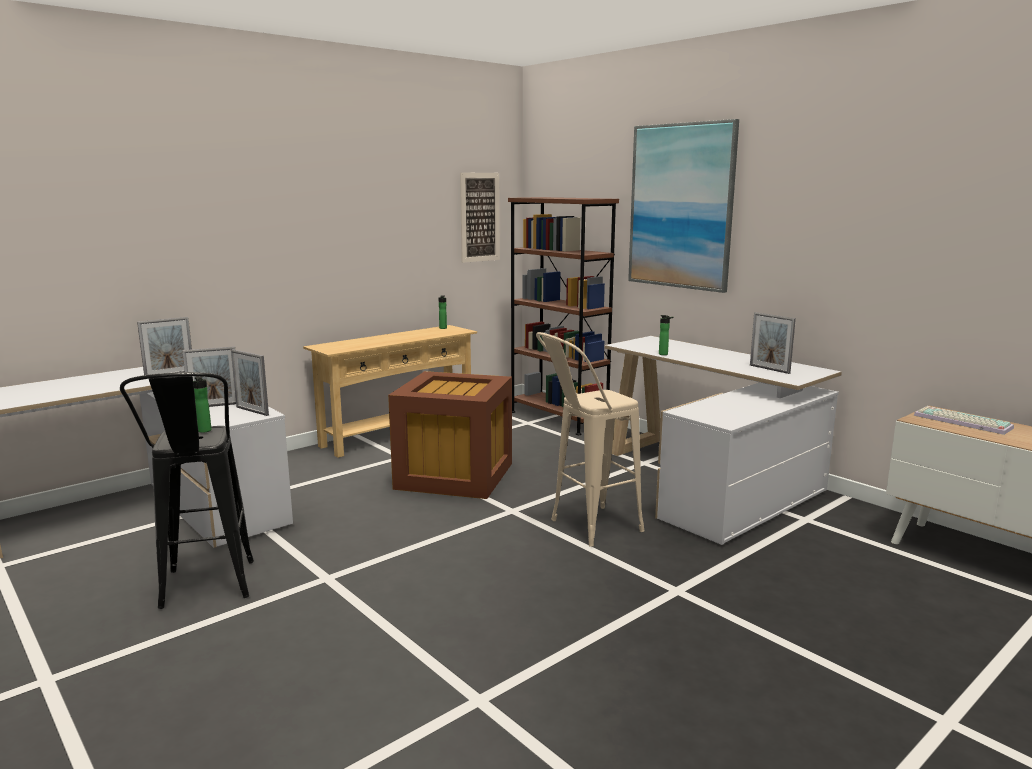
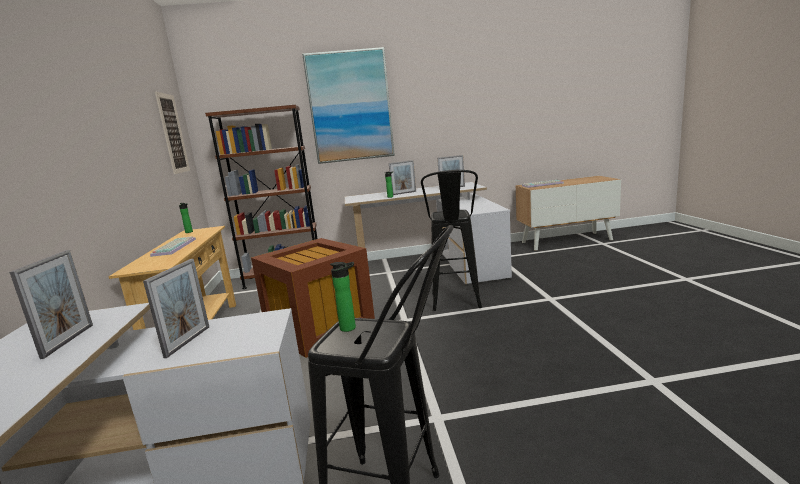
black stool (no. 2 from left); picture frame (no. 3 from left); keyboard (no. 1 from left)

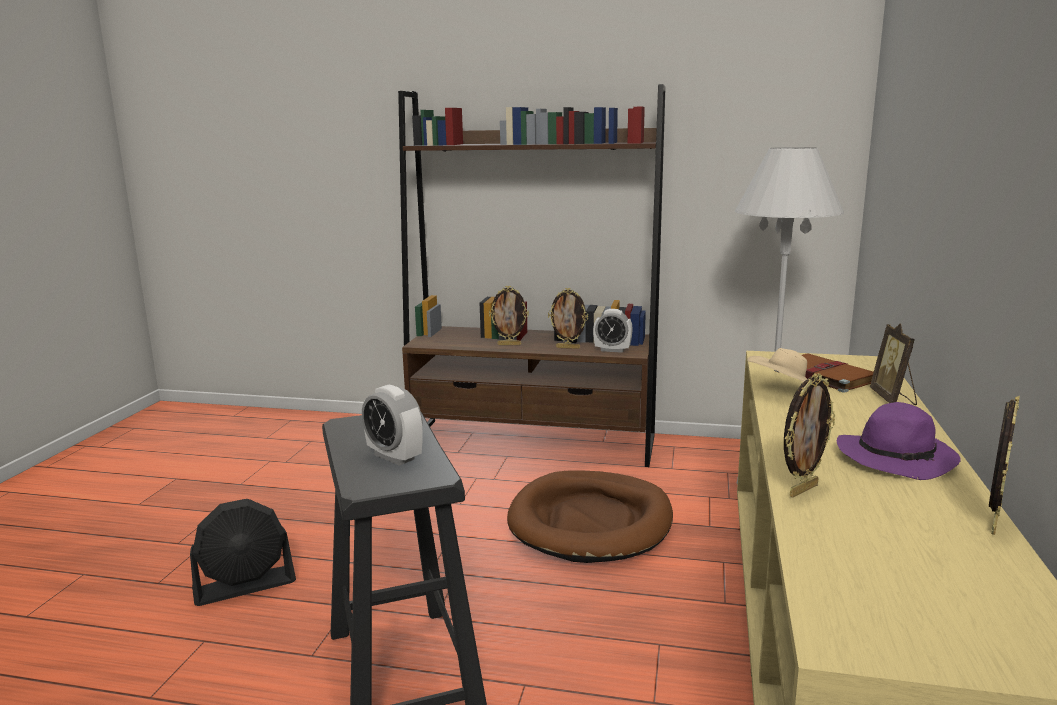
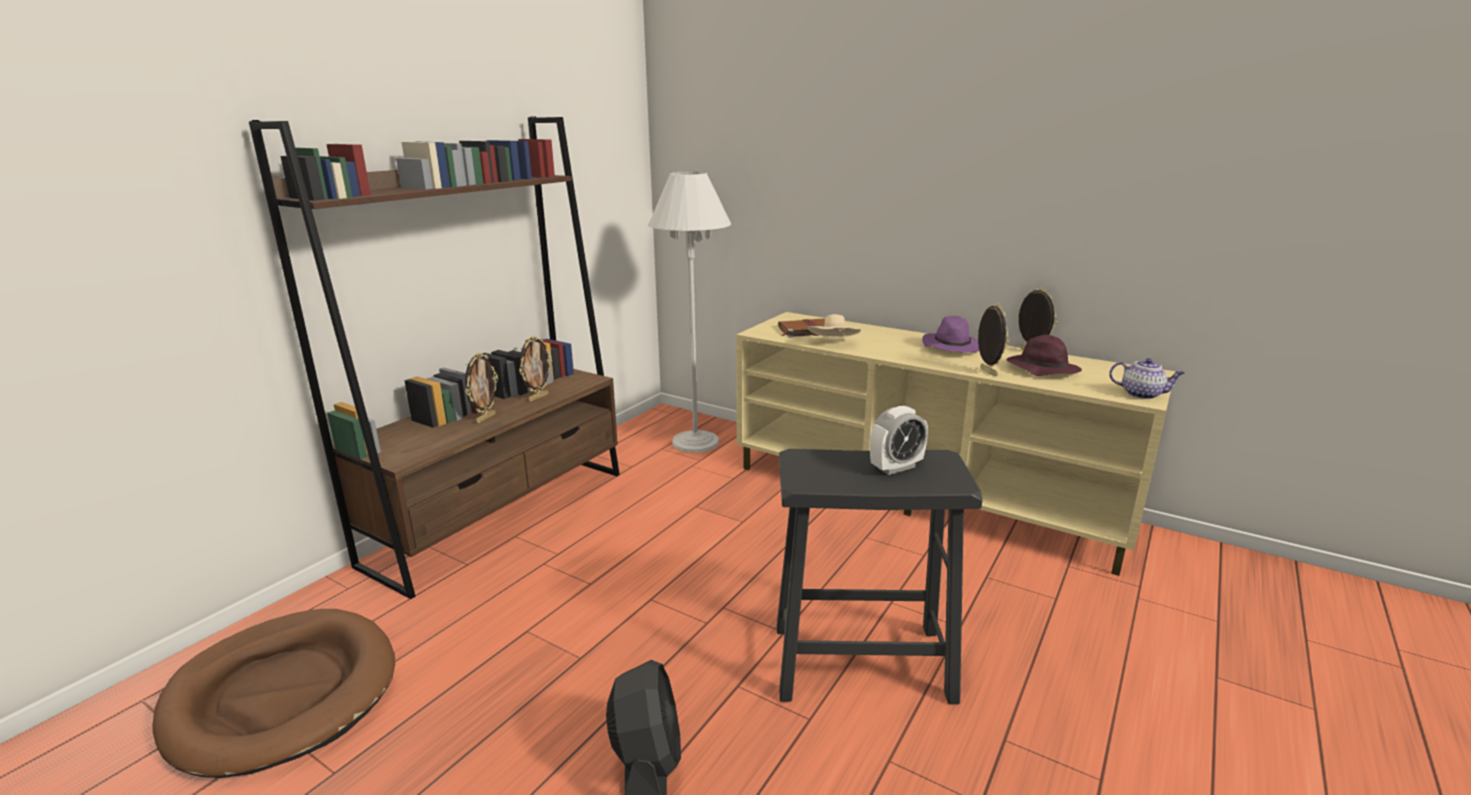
alarm clock (no. 2 from left in the first image); picture frame (no. 4 from left in the first image); brown dog bed; purple hat (no. 2 from left); teapot

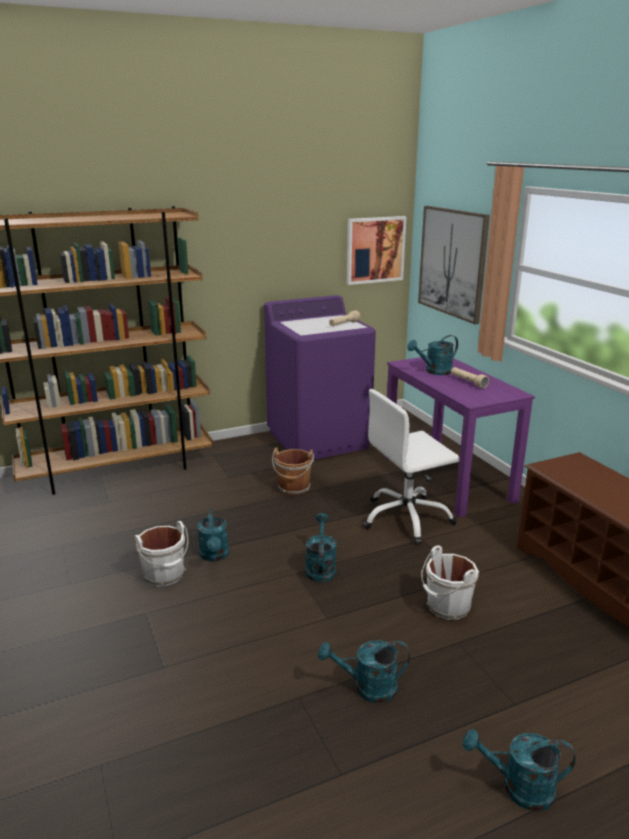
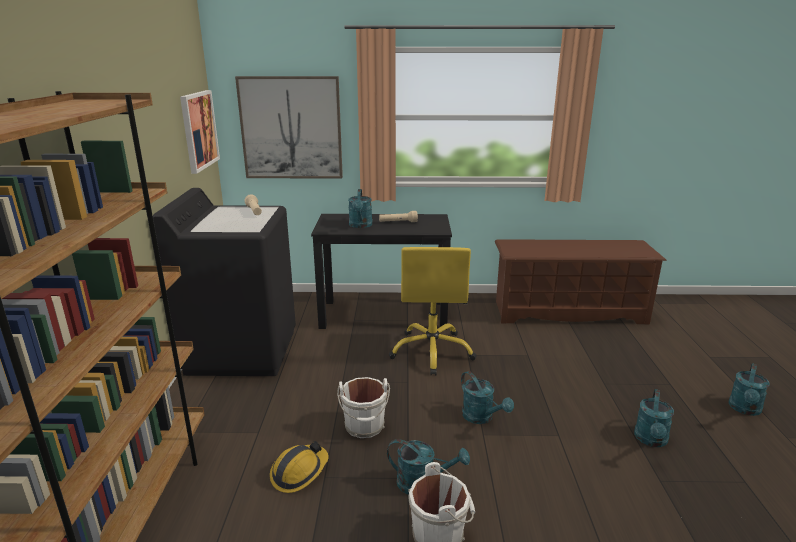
black washing machine; black desk; yellow office chair; brown bucket; turquoise watering can (no. 3 from left); white bucket (no. 1 from left); hard hat

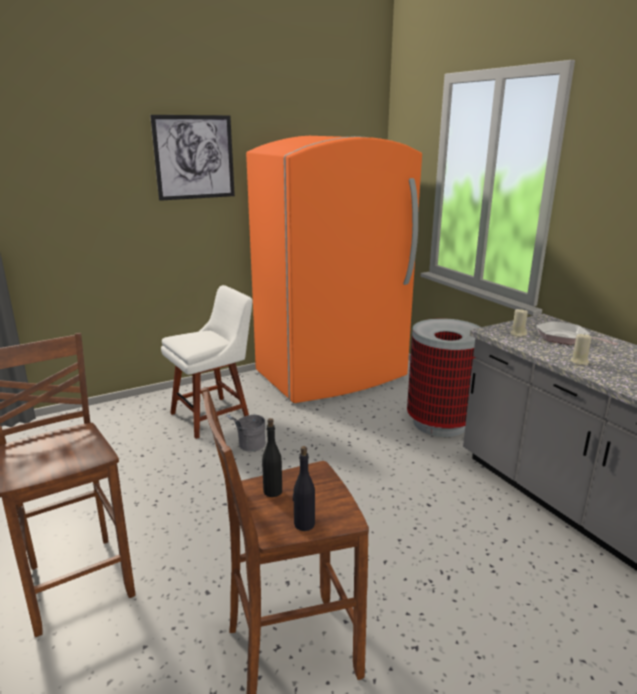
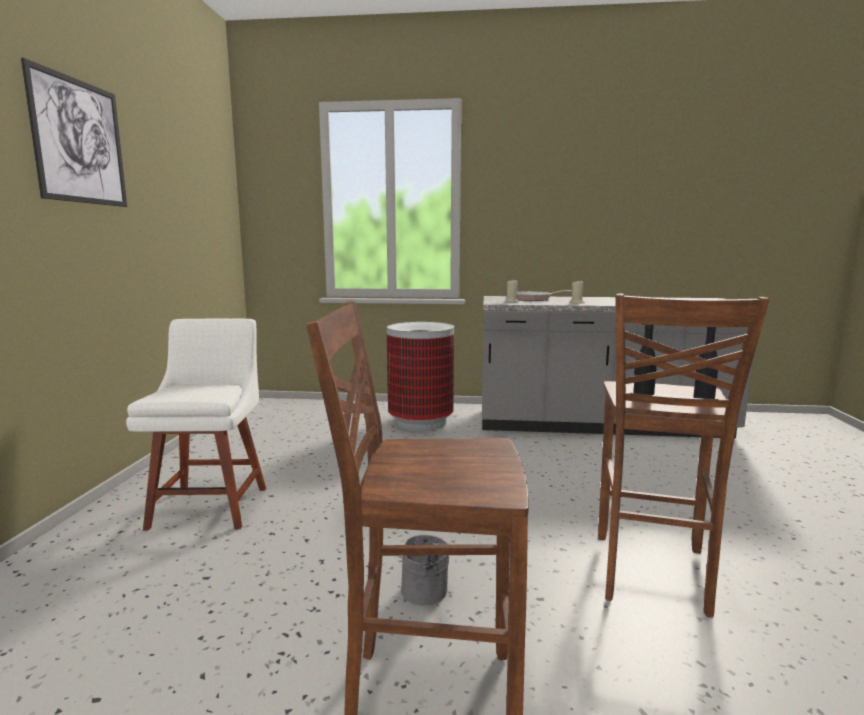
orange fridge; grey bucket

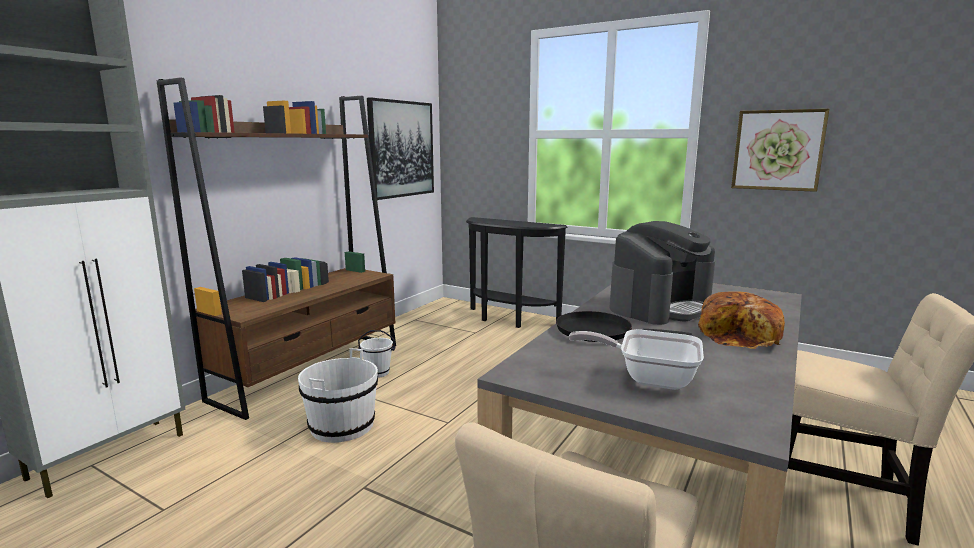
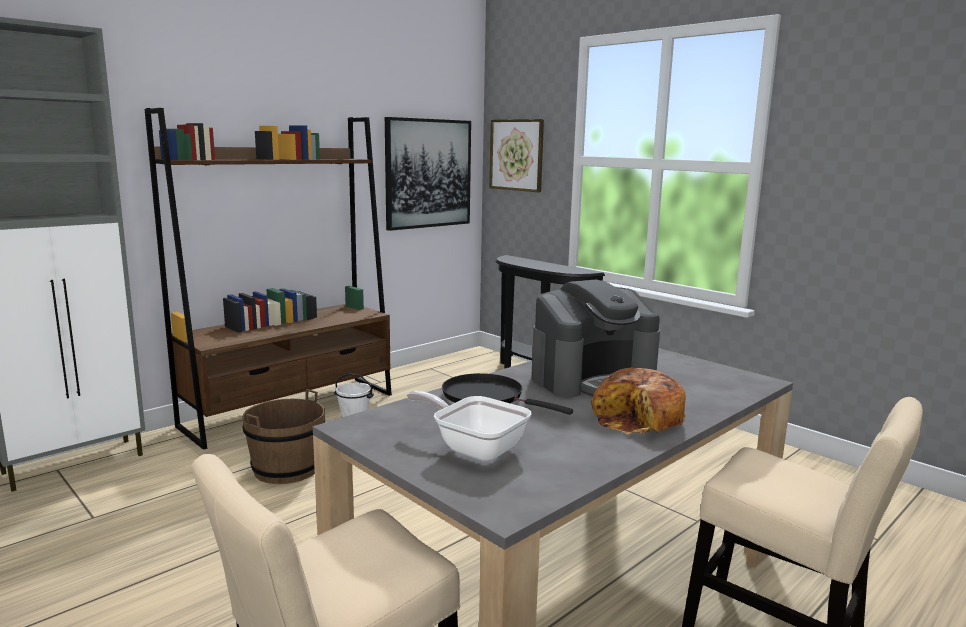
picture (no. 2 from left); brown bucket

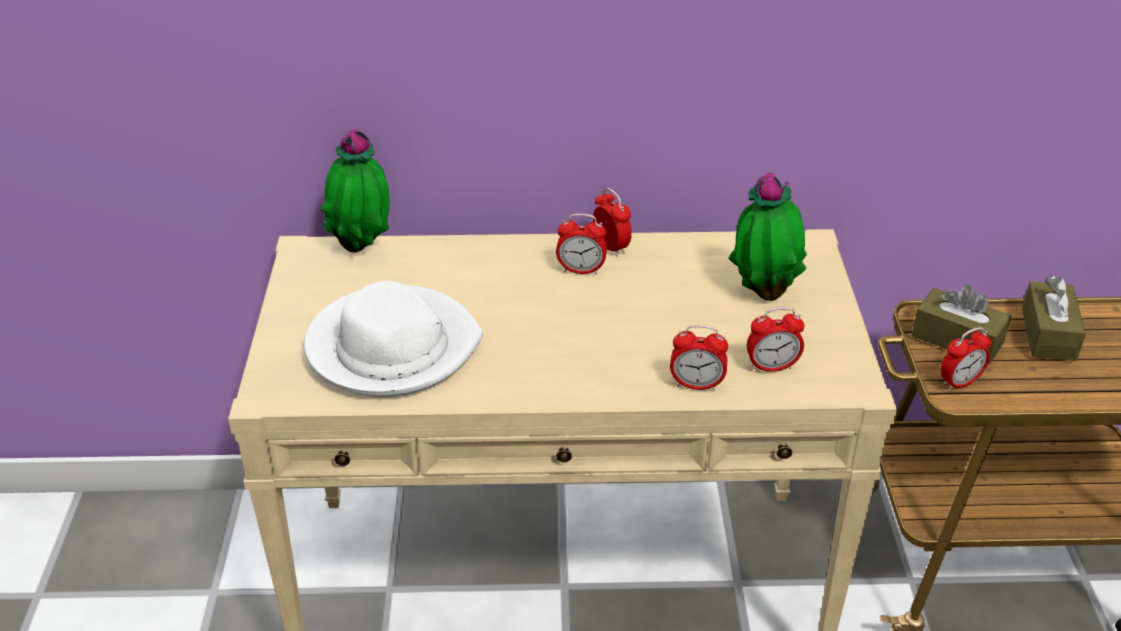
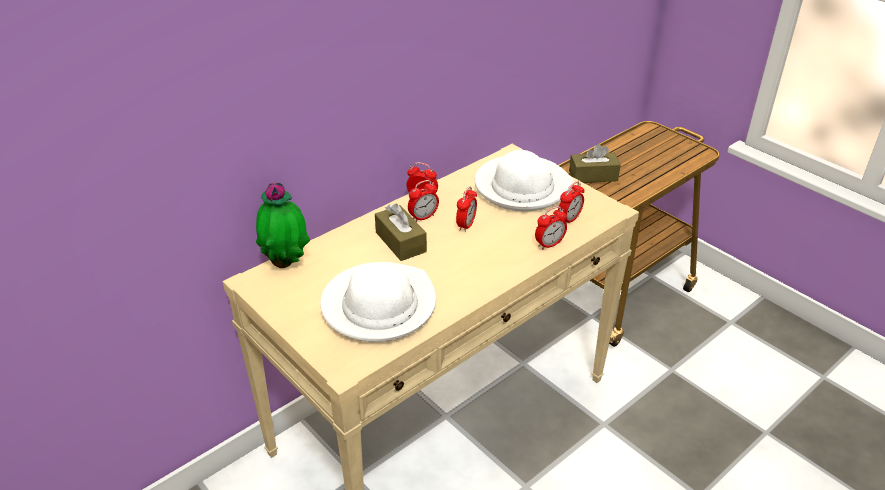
white hat (no. 2 from left); brown tissue box (no. 1 from left); alarm clock (no. 3 from left)

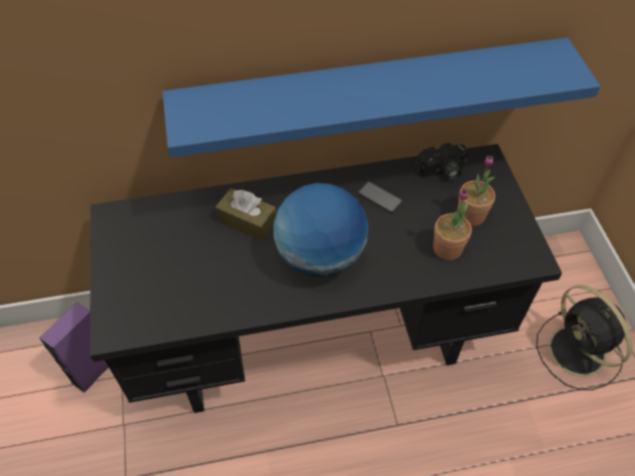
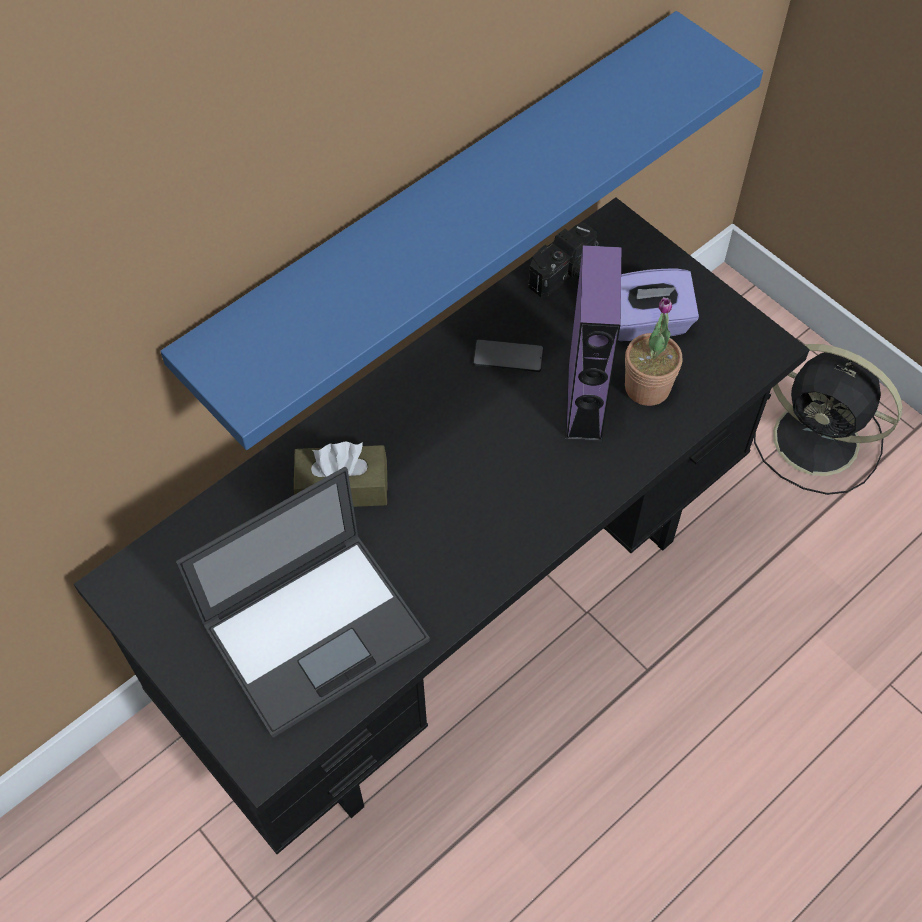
purple tissue box; globe; purple speaker; laptop

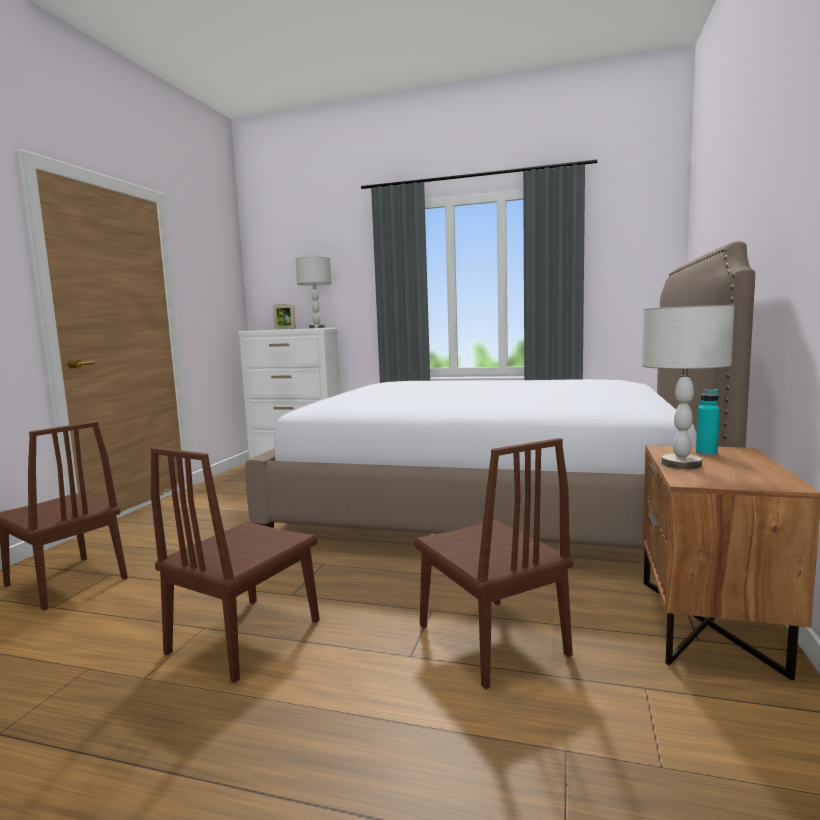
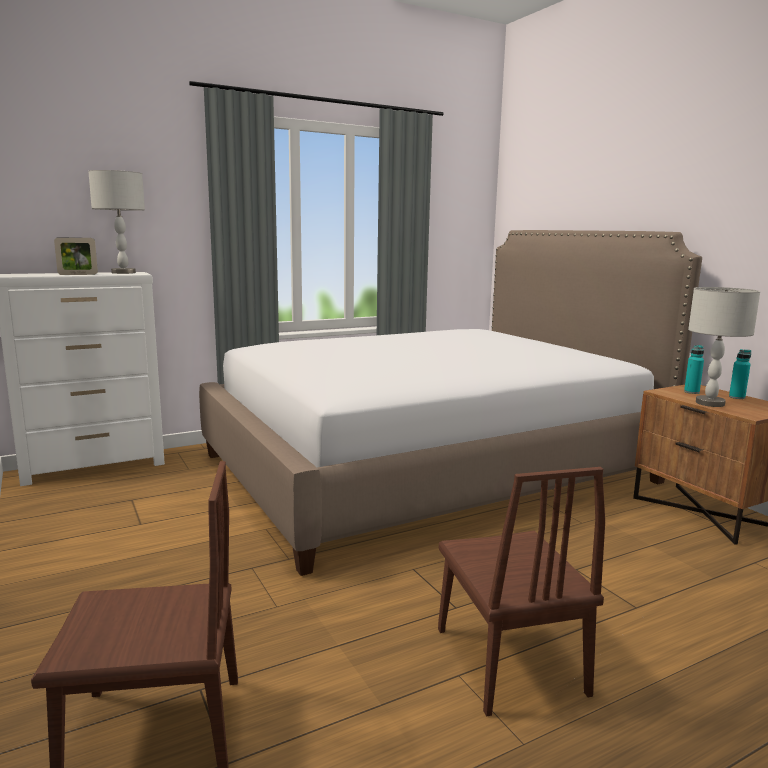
brown chair (no. 3 from left in the first image); turquoise bottle (no. 2 from left)

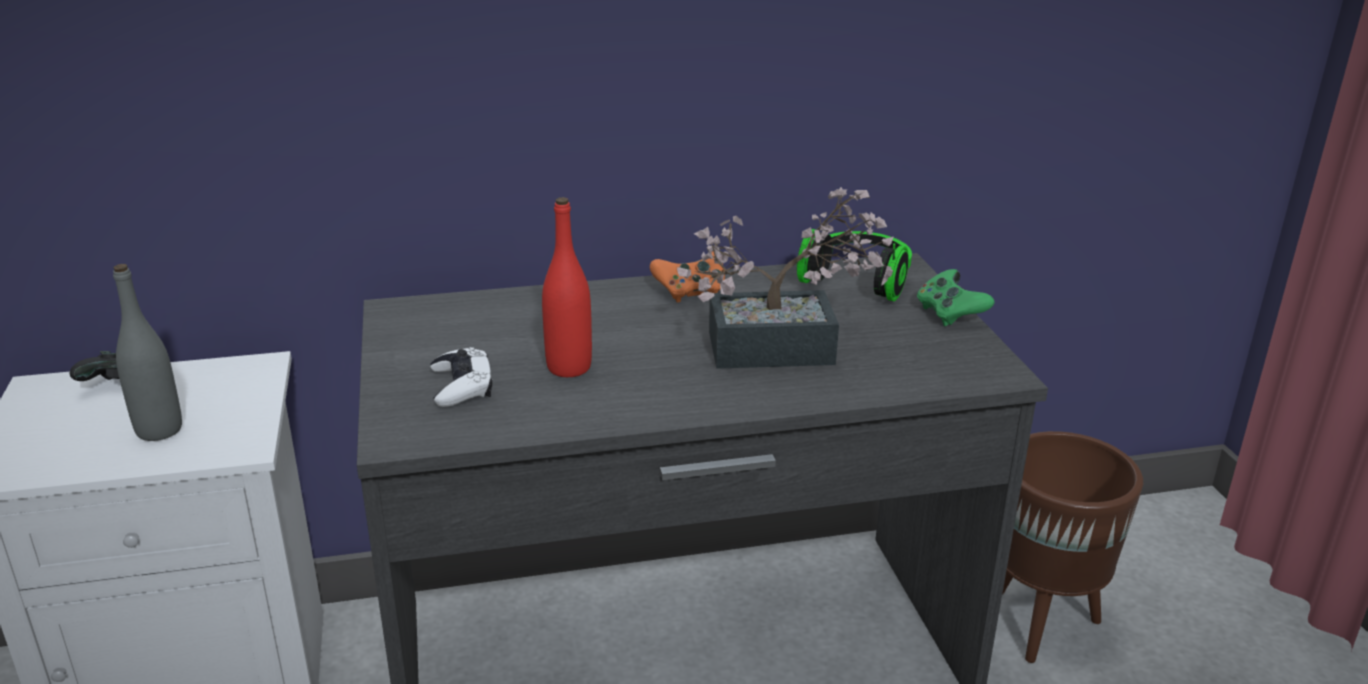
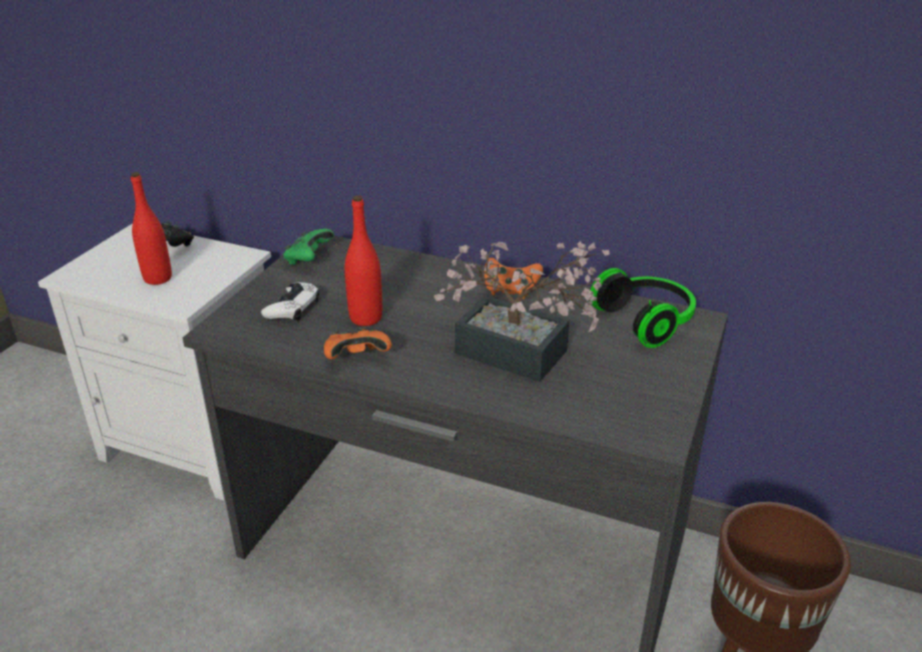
red bottle (no. 1 from left); green game controller; orange game controller (no. 1 from left)

